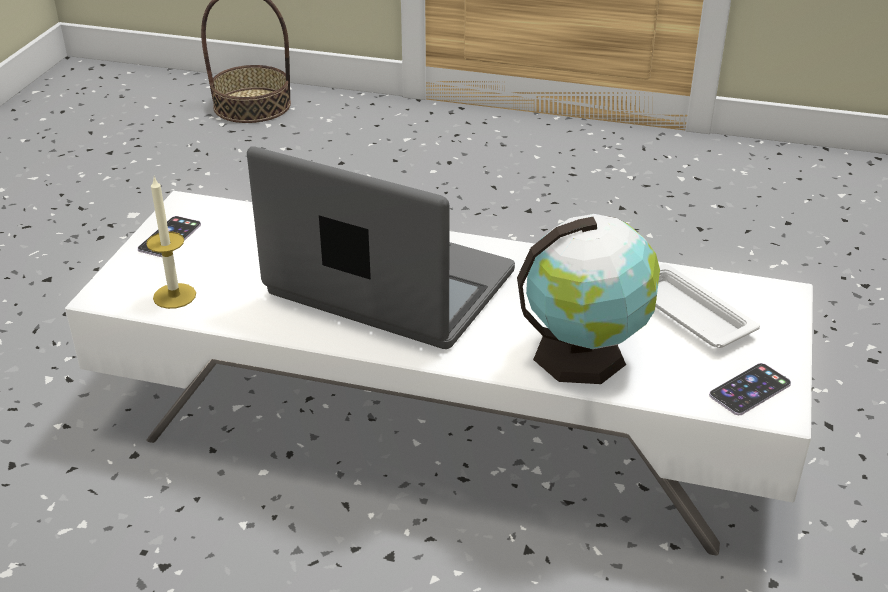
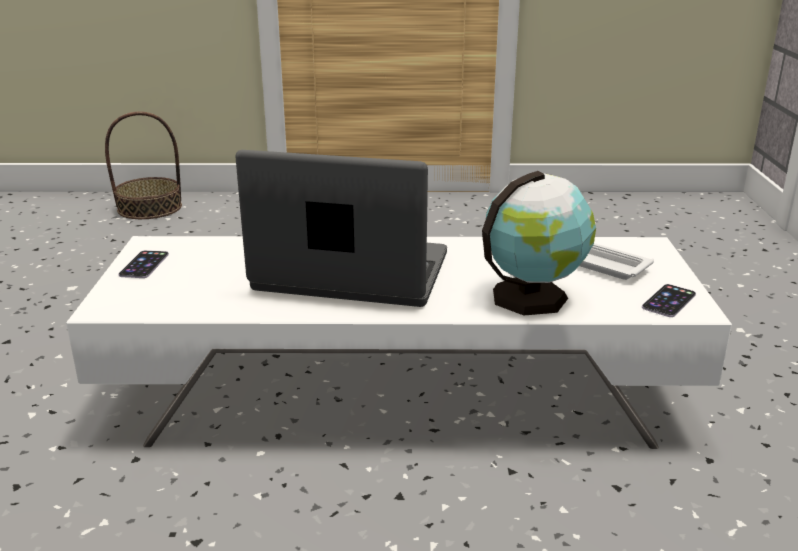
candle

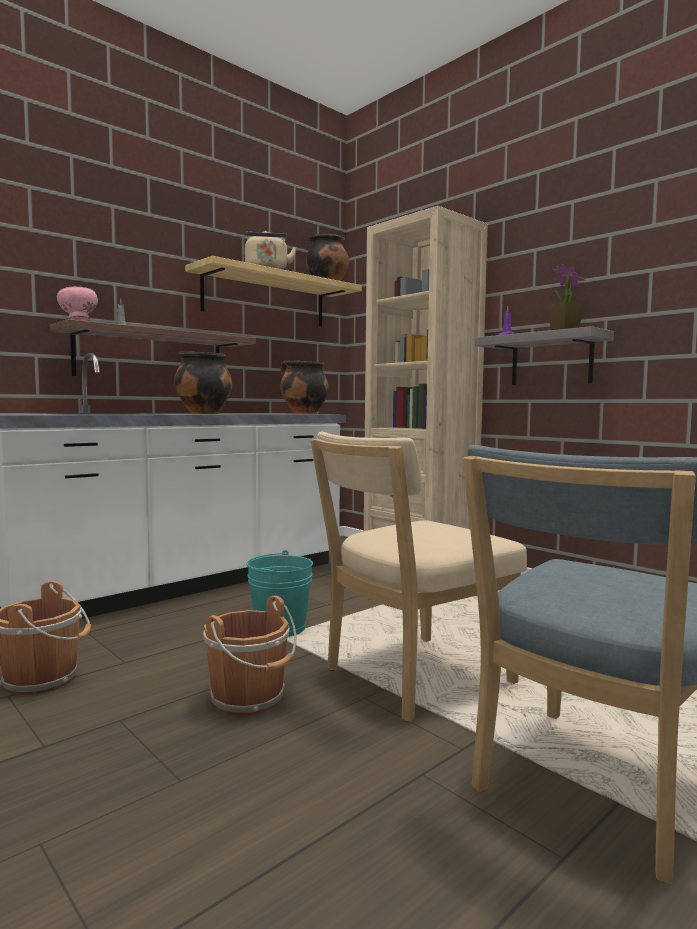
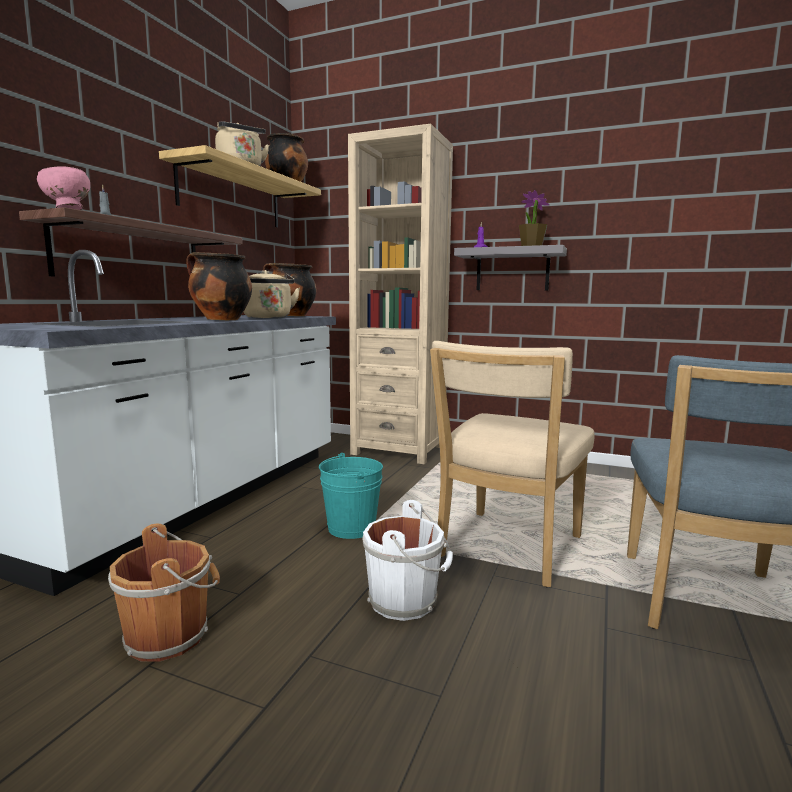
white bucket; beige kettle (no. 2 from left)

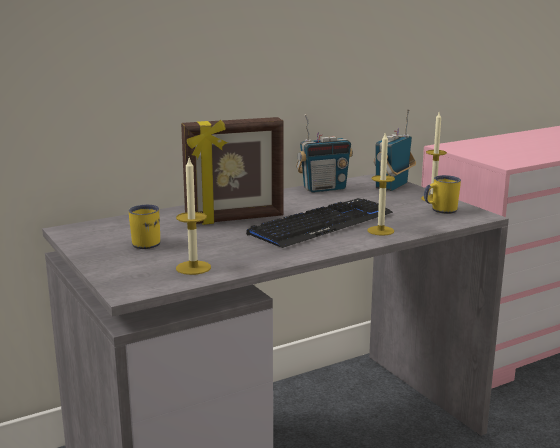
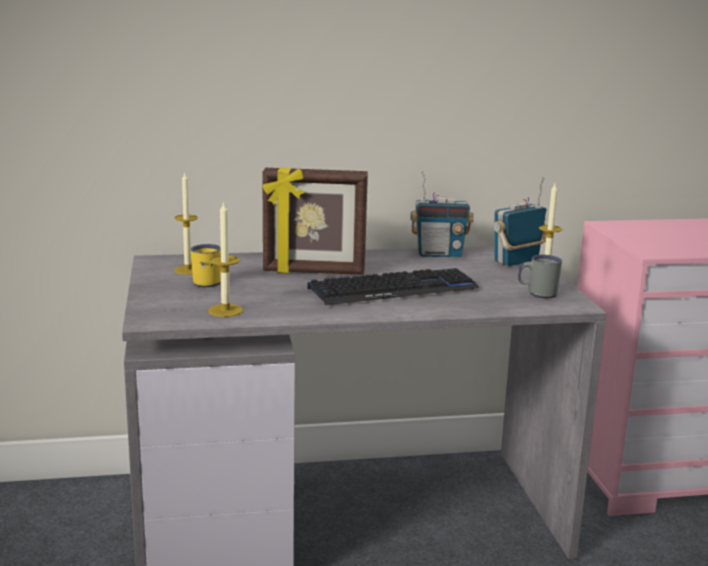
candle (no. 1 from left); grey mug

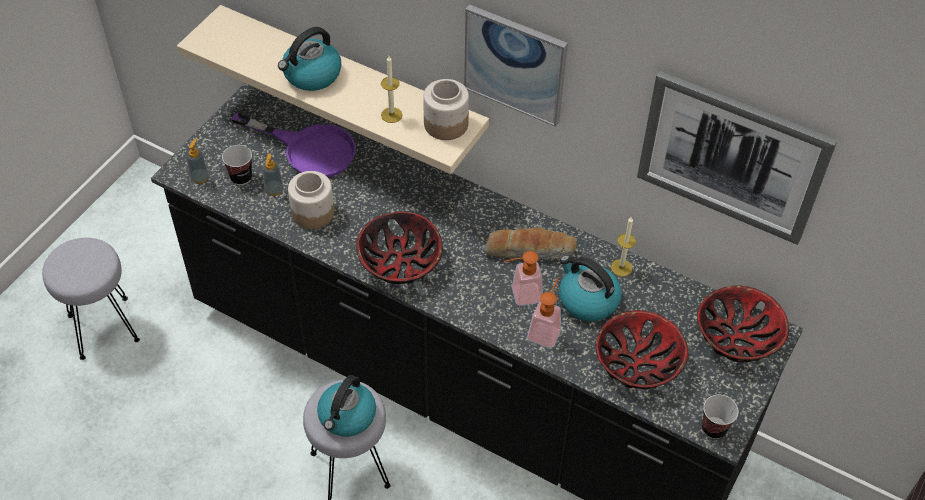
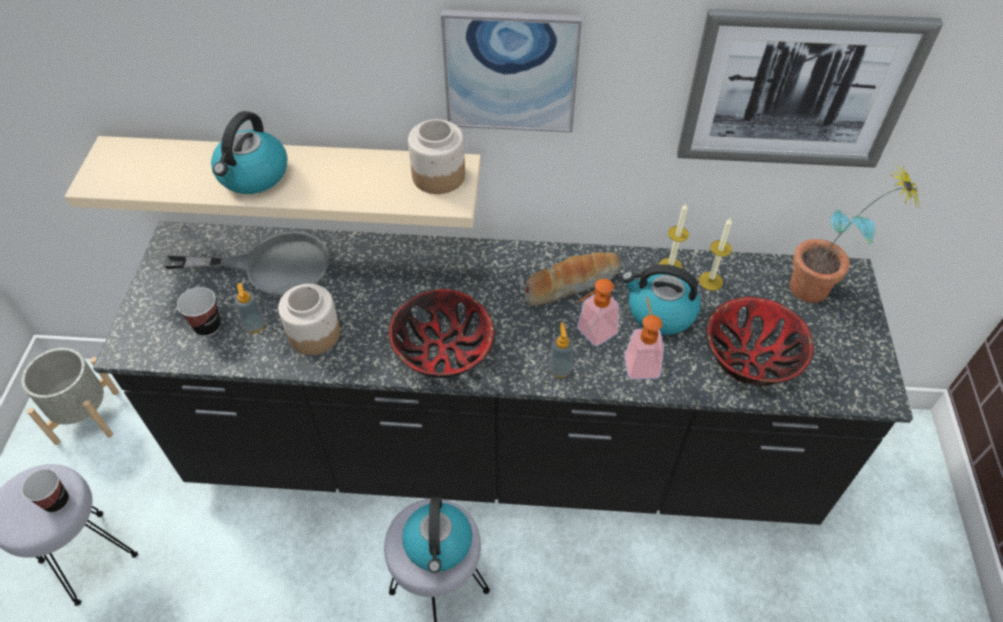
candle (no. 2 from left); grey frying pan; soap dispenser (no. 2 from left); potted plant; cup (no. 1 from left); grey planter

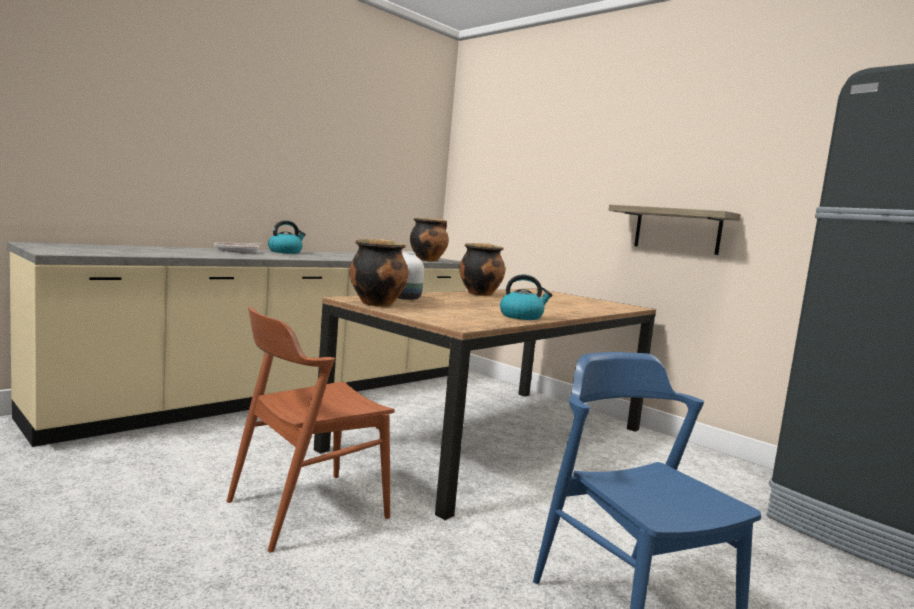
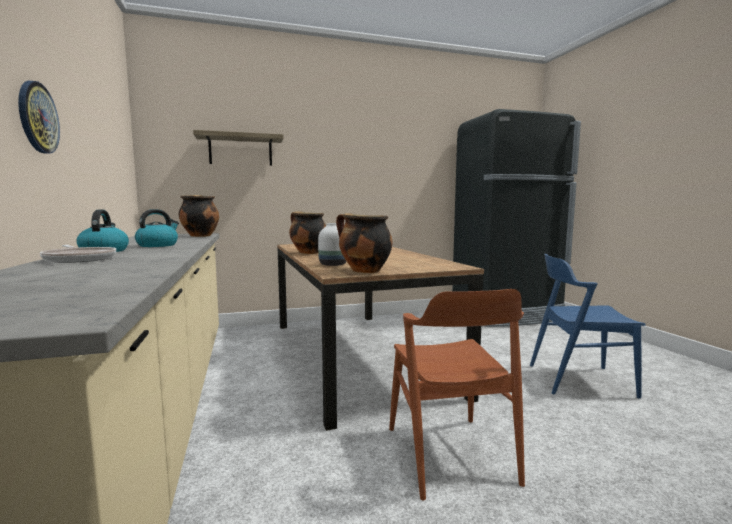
shelf; kettle (no. 2 from left); wall clock

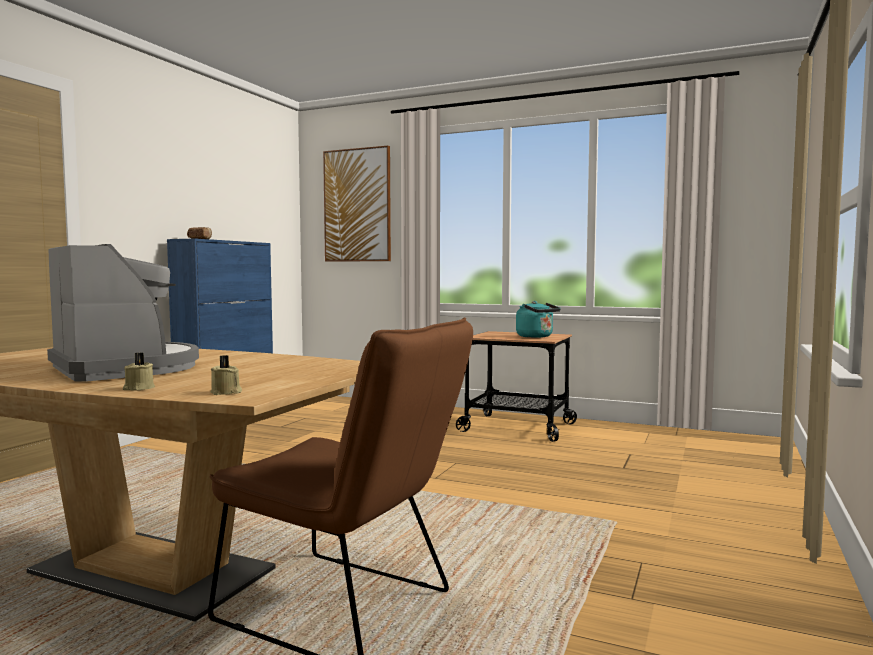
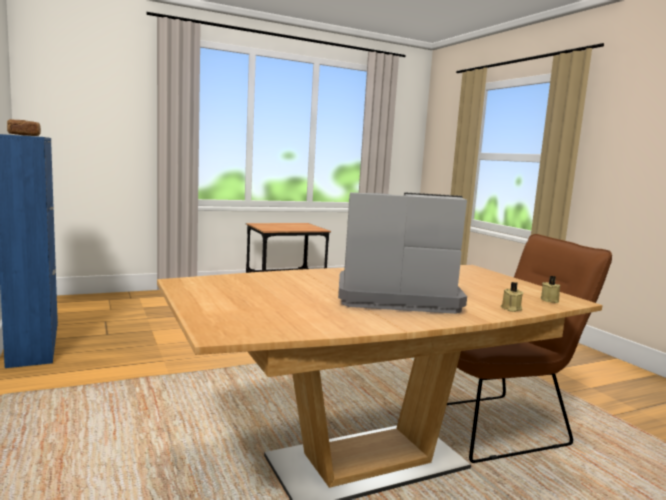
picture; turquoise kettle

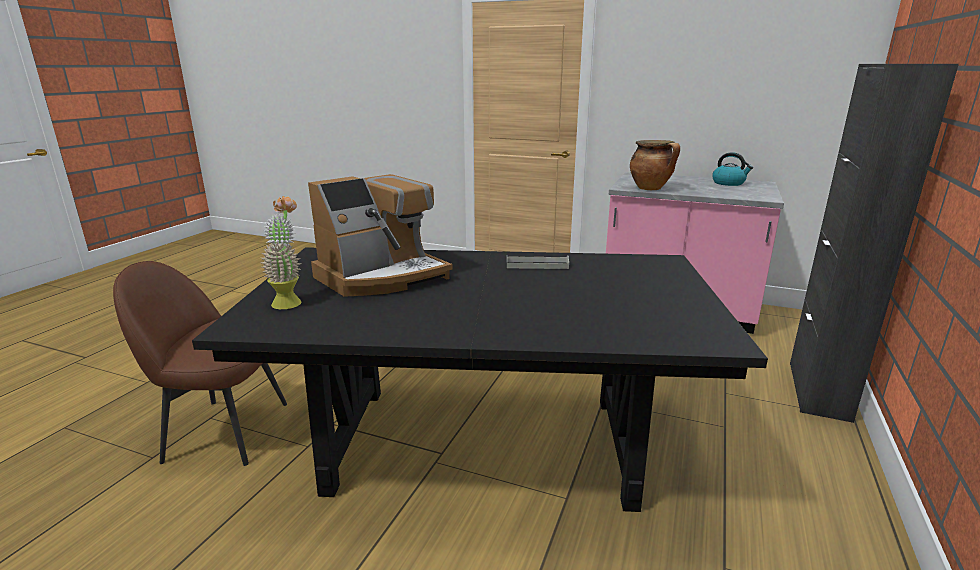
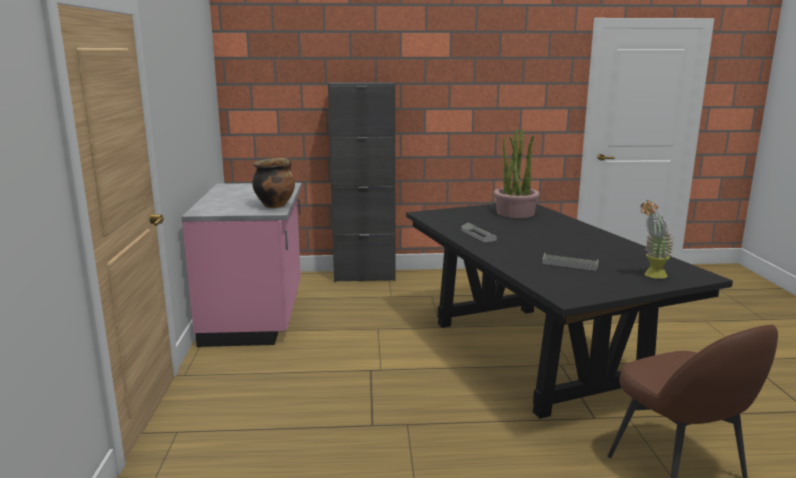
kettle; grey tray (no. 2 from left); potted plant (no. 1 from left)

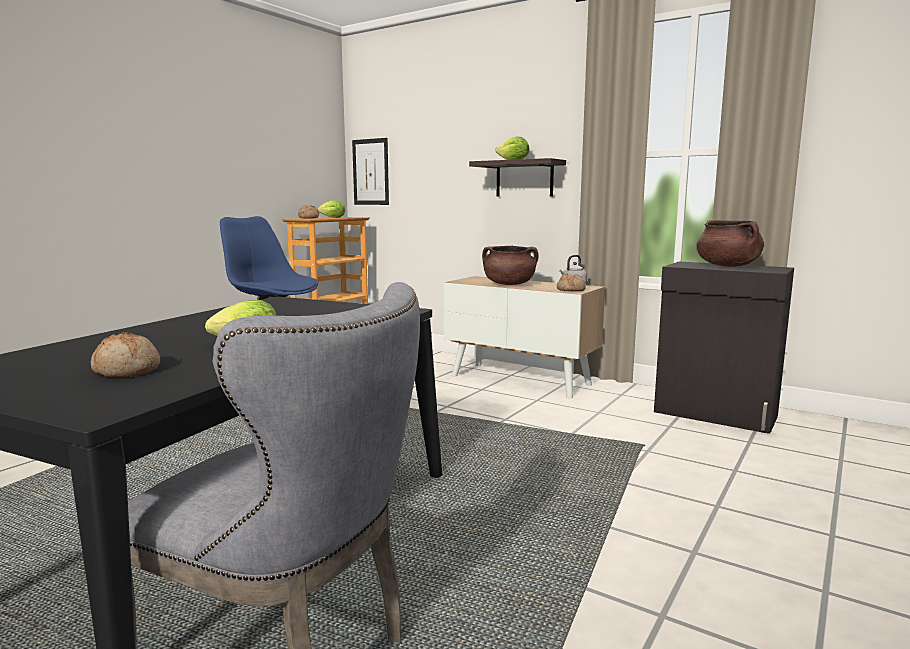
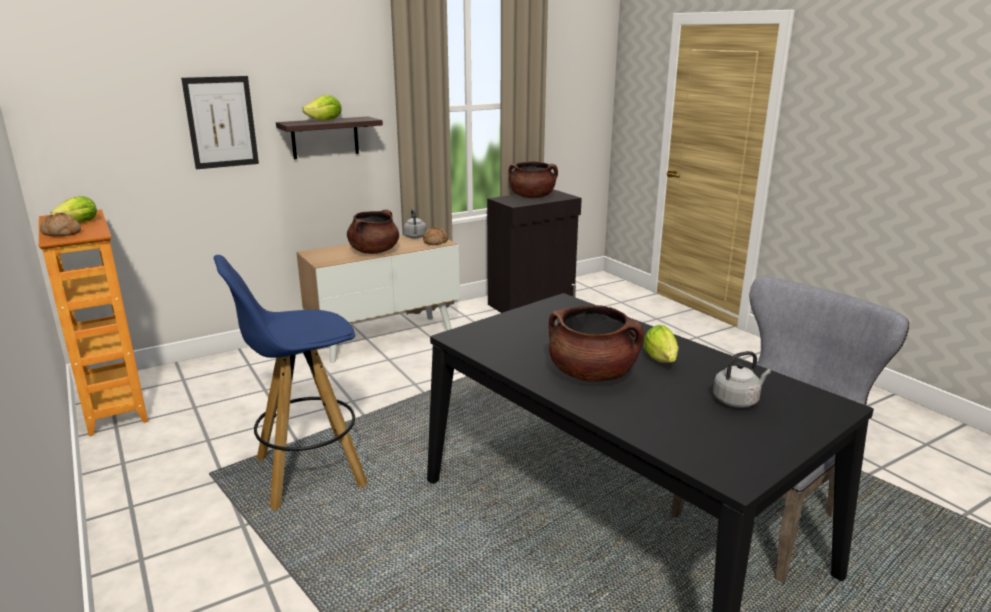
picture; grey kettle (no. 2 from left); brown cooking pot (no. 3 from left)

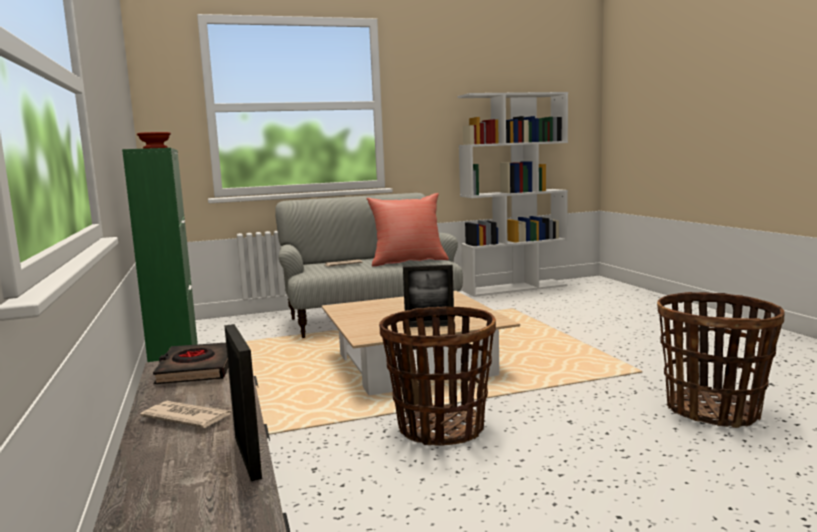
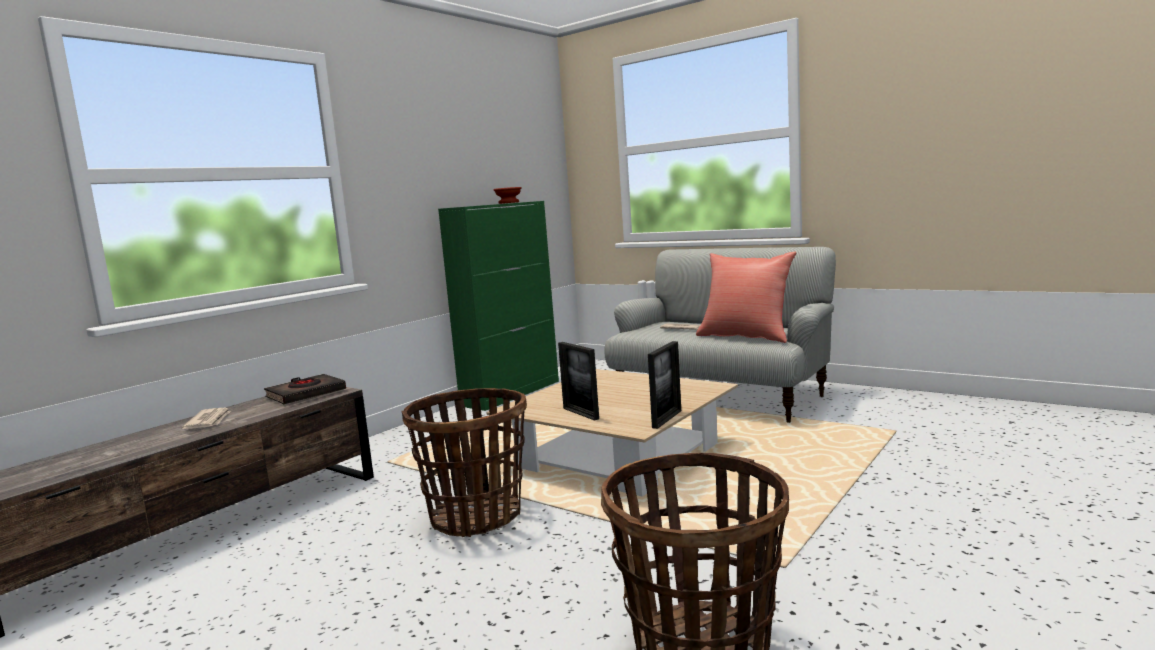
white bookcase; picture frame (no. 2 from left)

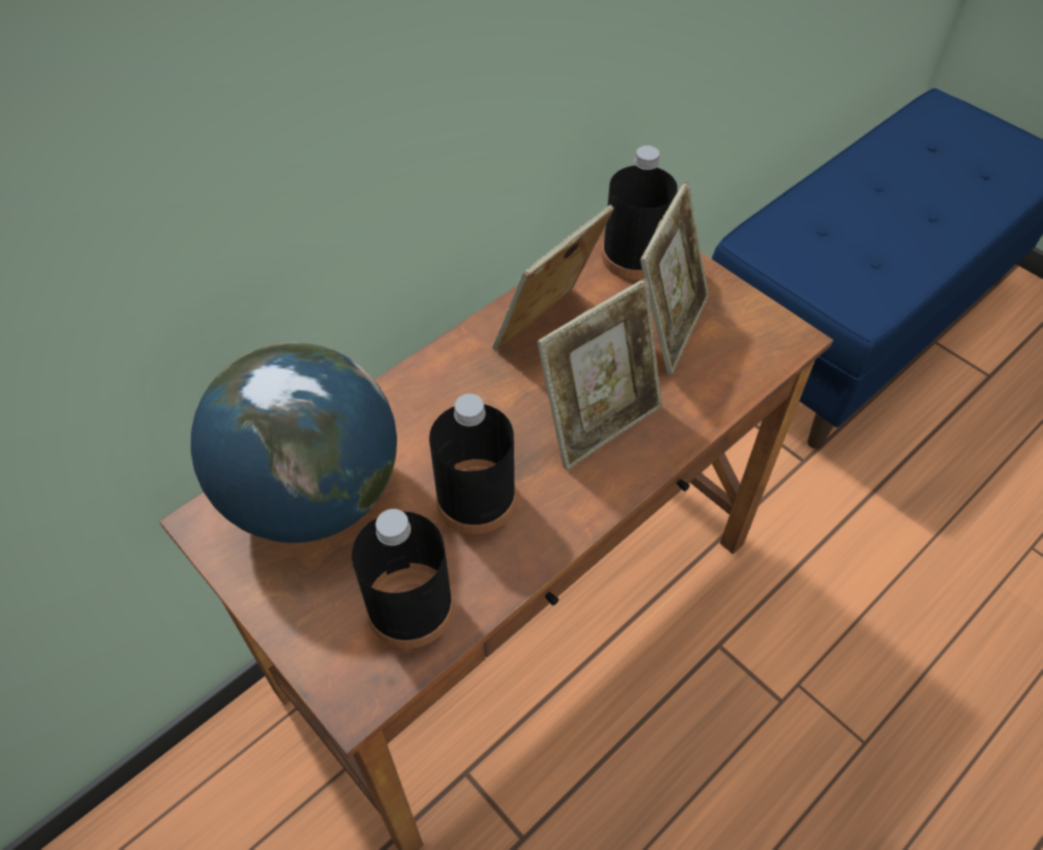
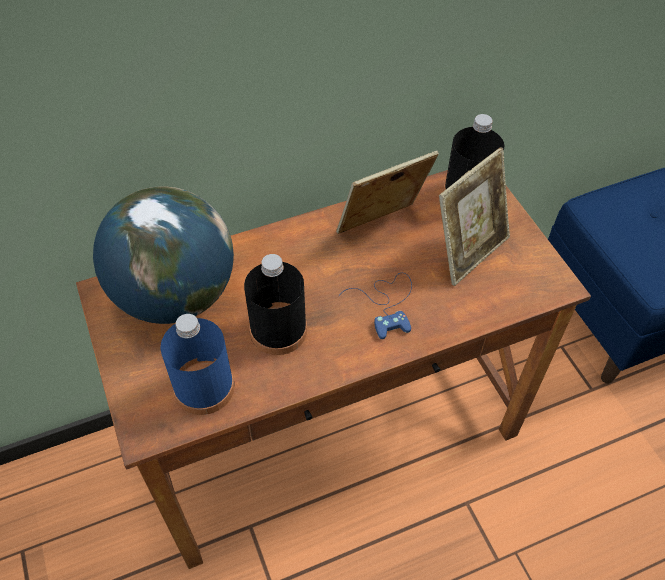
blue game controller; blue bottle

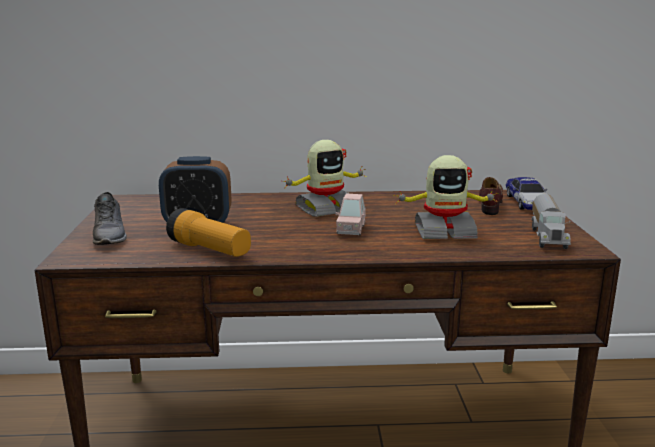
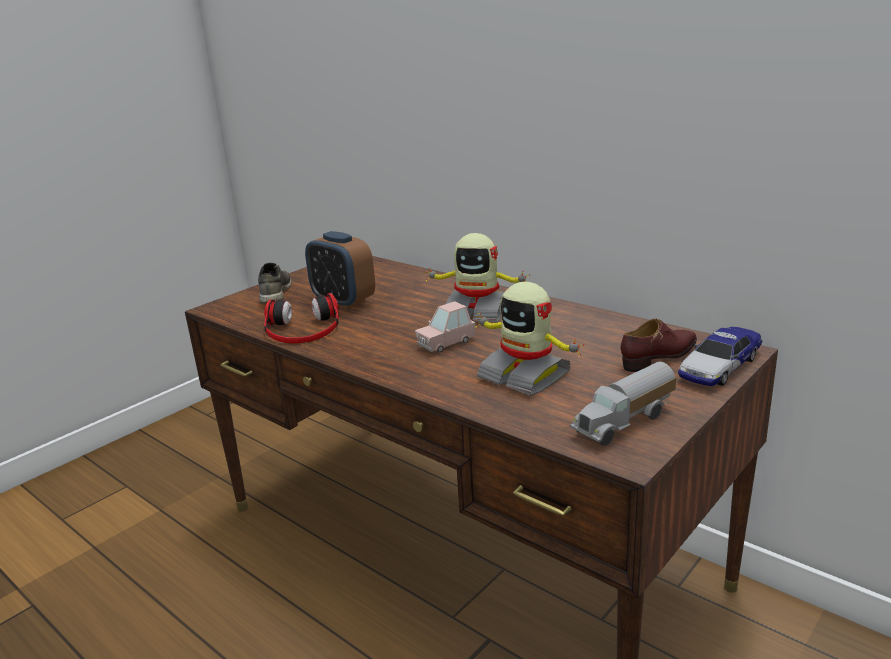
grey shoe; headphones

